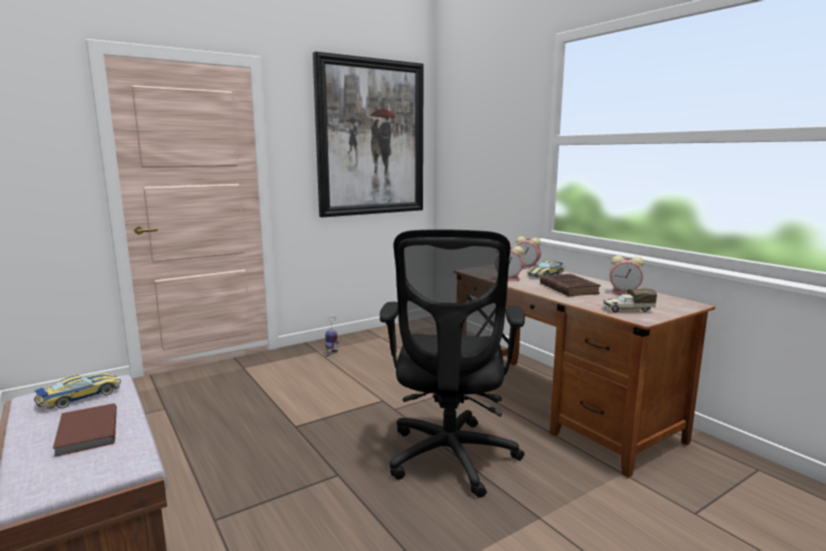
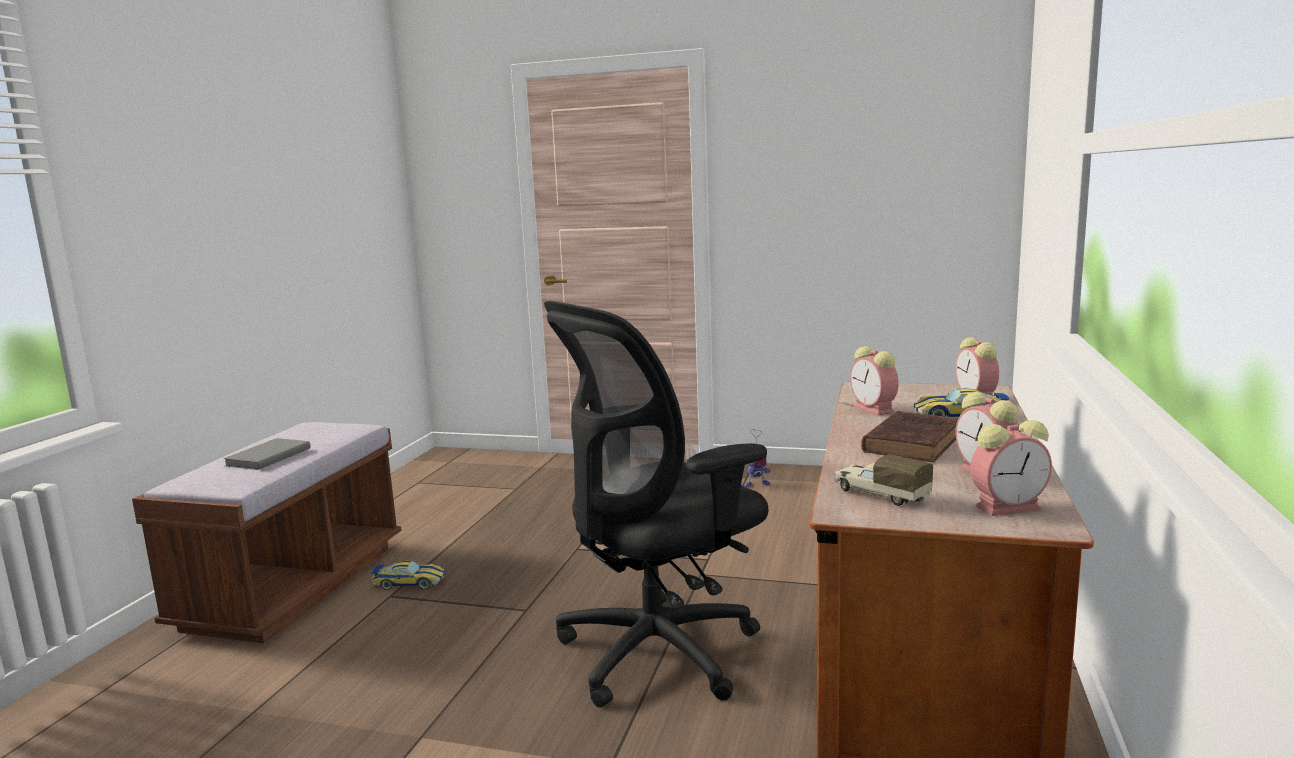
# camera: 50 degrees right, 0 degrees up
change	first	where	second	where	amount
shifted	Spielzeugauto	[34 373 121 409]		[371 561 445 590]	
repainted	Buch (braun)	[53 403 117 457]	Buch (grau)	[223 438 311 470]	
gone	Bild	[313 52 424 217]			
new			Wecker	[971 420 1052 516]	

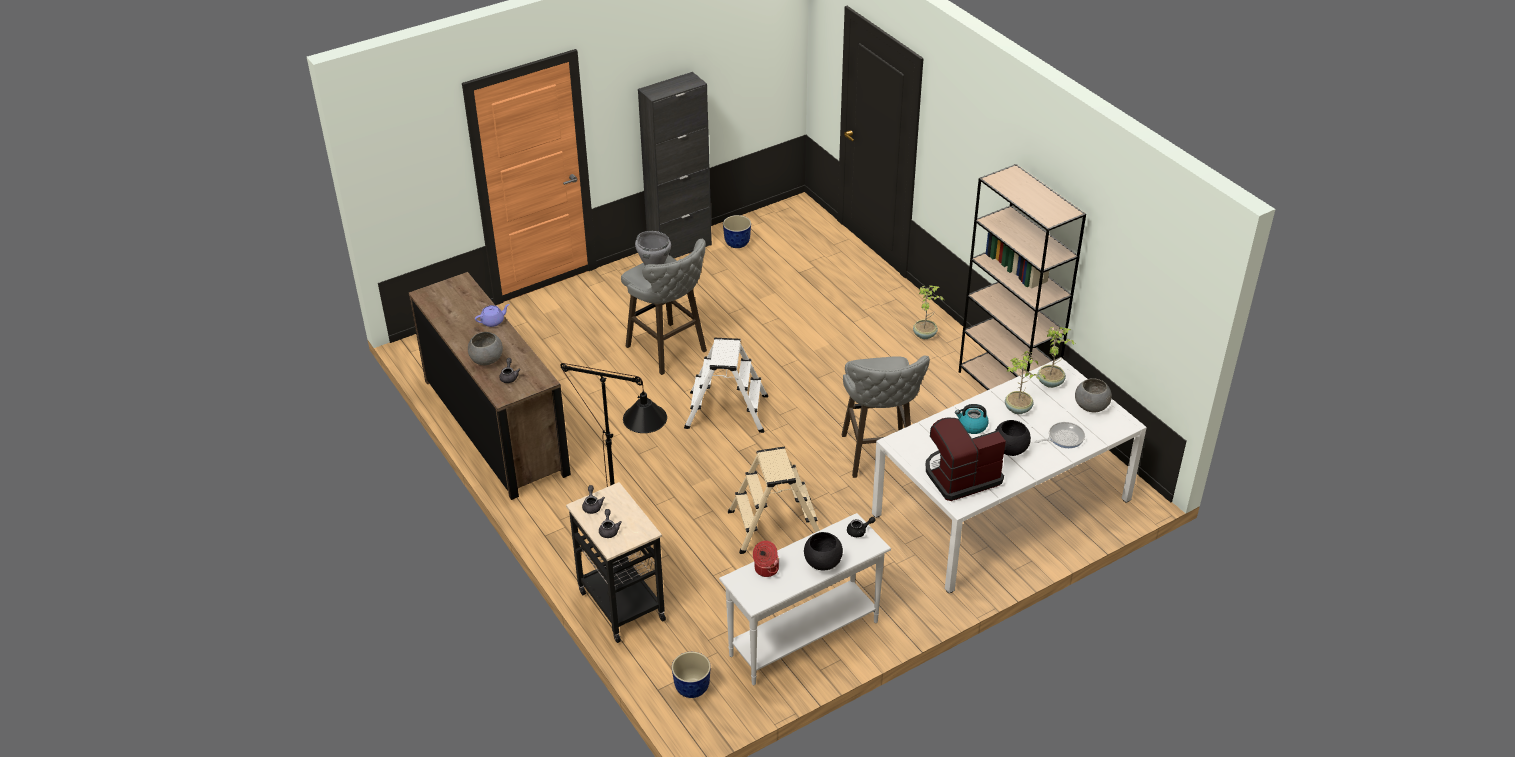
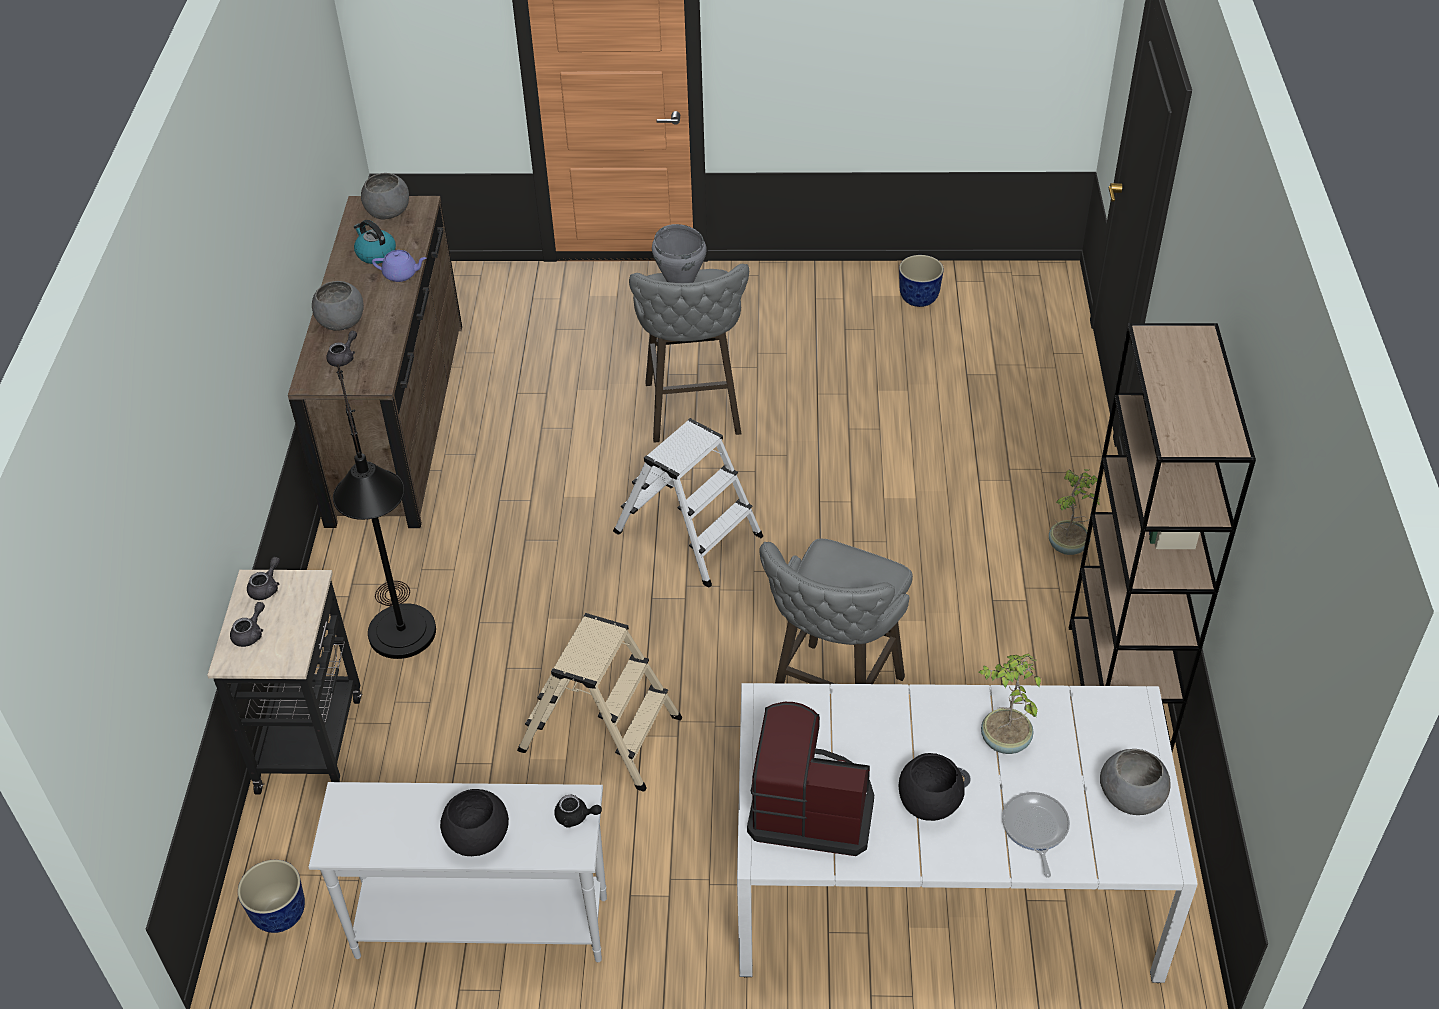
# camera: 35 degrees right, 5 degrees up
change	first	where	second	where	amount
gone	Schrank (schwarz)	[638 72 712 258]			
gone	Kochtopf	[753 540 779 577]			
shifted	Wasserkessel	[955 404 989 434]		[354 220 396 264]	
rotated	Pfanne	[1035 422 1085 448]		[1002 792 1070 878]	105 degrees counterclockwise
gone	Topfpflanze	[1038 327 1076 388]			
new			Schüssel (grau)	[361 173 409 219]	

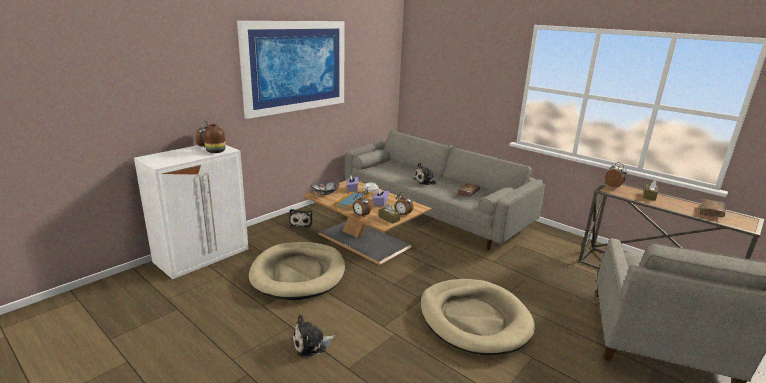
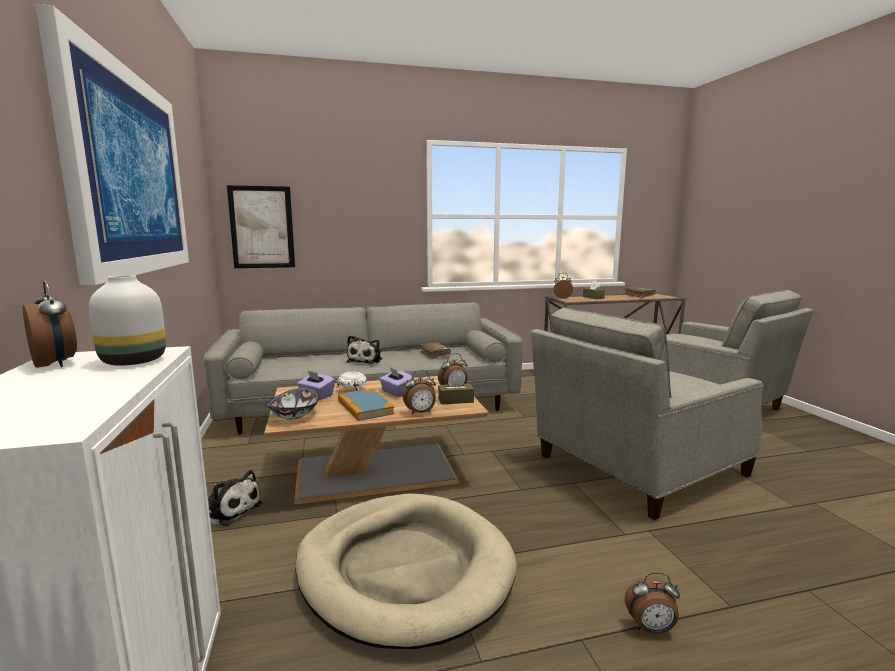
# camera: 55 degrees left, 10 degrees down
change	first	where	second	where	amount
repainted	Vase (braun)	[204 124 226 153]	Vase (weiß)	[89 275 166 366]	
swapped	Plüschtier	[292 315 335 357]	Wecker	[625 572 680 634]	
swapped	Hundebett (beige)	[420 279 535 355]	Sessel (grau)	[531 307 764 520]	
new			Bild	[227 185 295 268]	

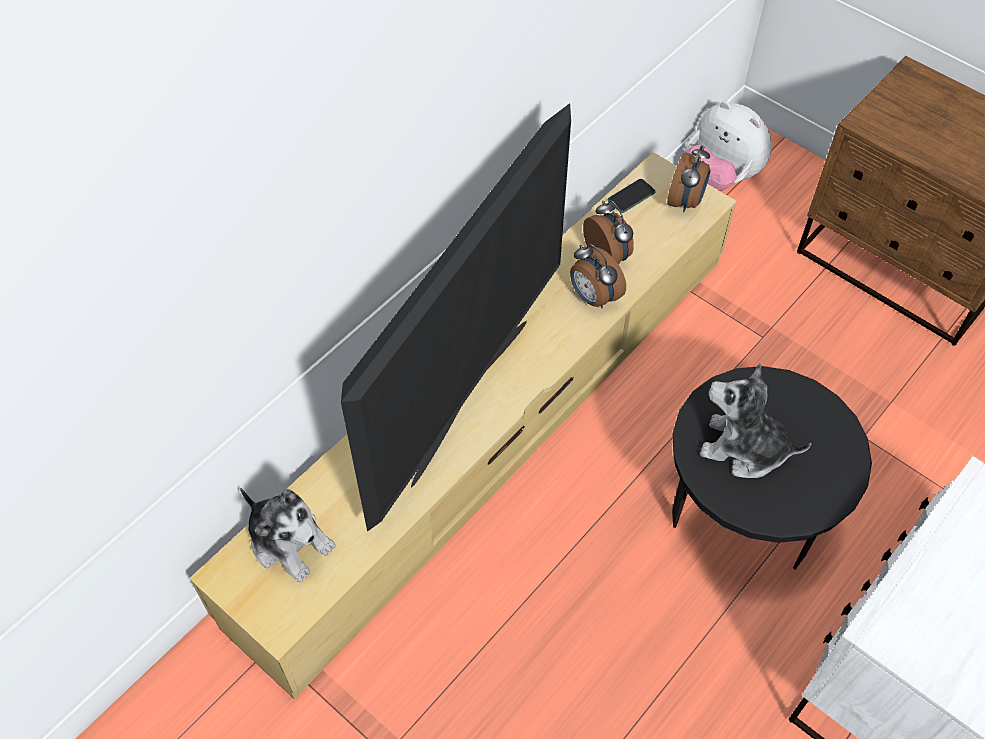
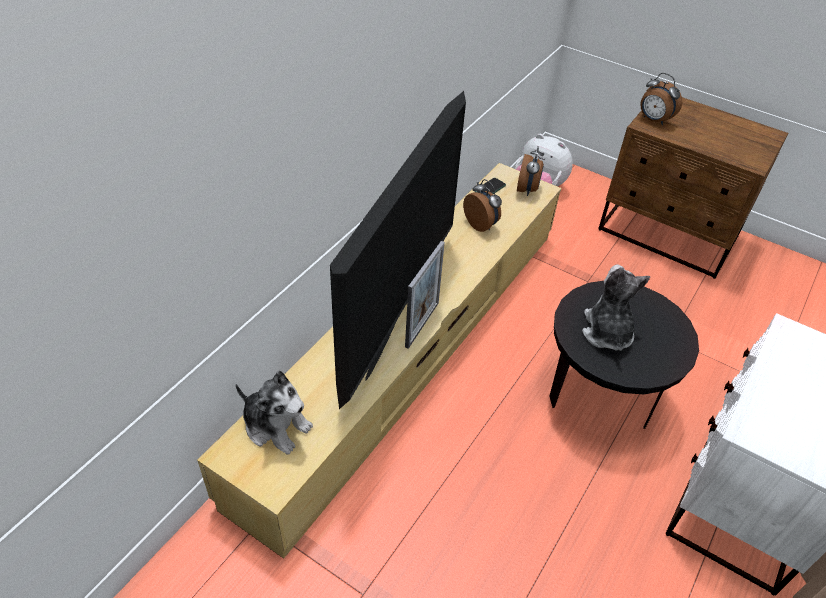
# camera: 10 degrees left, 10 degrees down
change	first	where	second	where	amount
shifted	Wecker	[570 244 626 308]		[640 73 682 125]	
rotated	Plüschtier	[700 363 812 478]		[582 264 651 351]	75 degrees clockwise
new			Bilderrahmen	[405 241 445 349]	

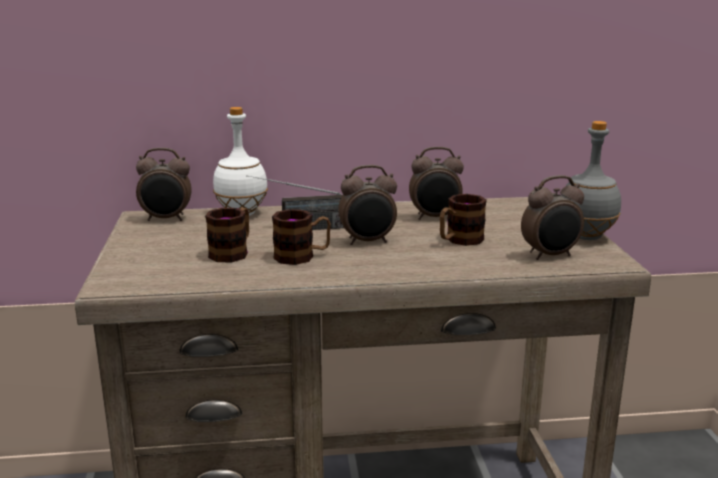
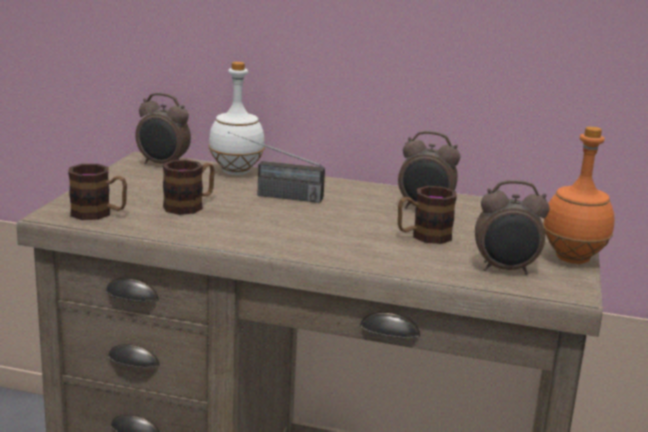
# camera: 20 degrees right, 0 degrees up
change	first	where	second	where	amount
shifted	Henkelbecher	[272 209 331 265]		[68 164 127 220]	
gone	Wecker	[338 165 397 245]			
repainted	Flasche (grau)	[562 121 621 240]	Flasche (orange)	[543 126 614 264]	

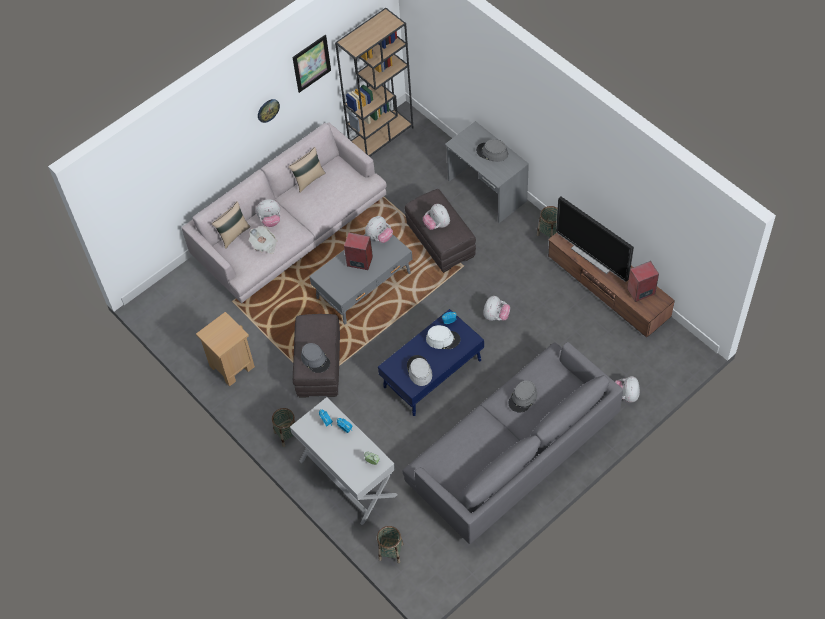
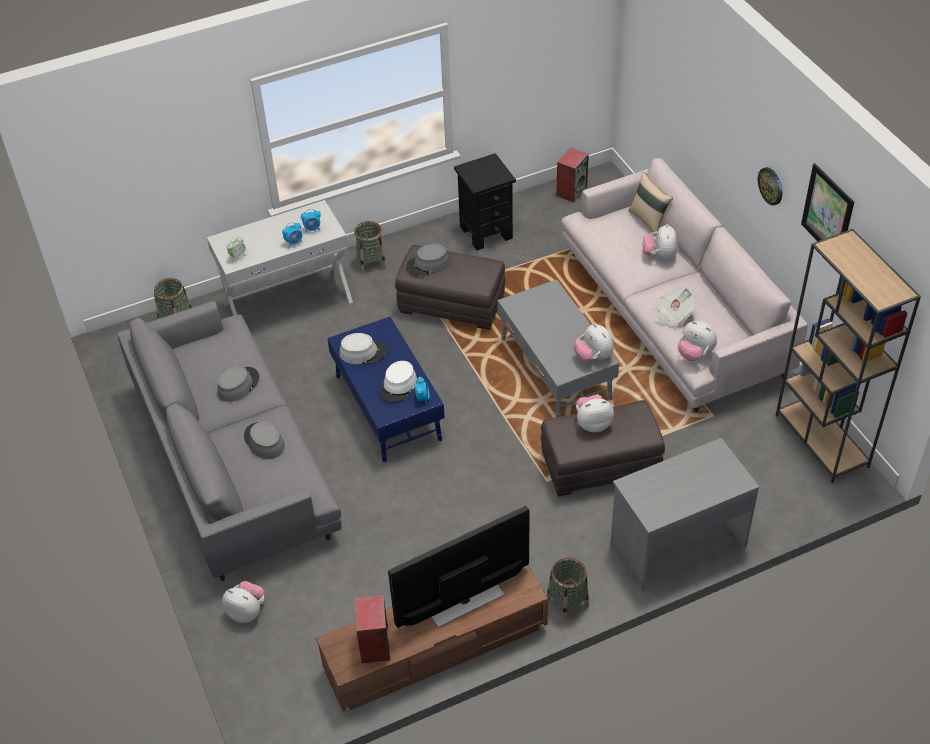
# camera: 105 degrees right, 10 degrees down
change	first	where	second	where	amount
repainted	Nachttisch (beige)	[196 312 255 386]	Nachttisch (schwarz)	[454 153 516 250]	
shifted	Zeitung	[249 226 278 254]		[655 288 696 327]	
gone	Kissen (beige)	[288 147 326 193]			
shifted	Lautsprecher	[344 232 373 270]		[556 147 589 202]	
shifted	Hut (grau)	[476 139 508 162]		[217 366 259 402]	
shifted	Plüschtier	[483 296 510 321]		[678 321 717 361]	

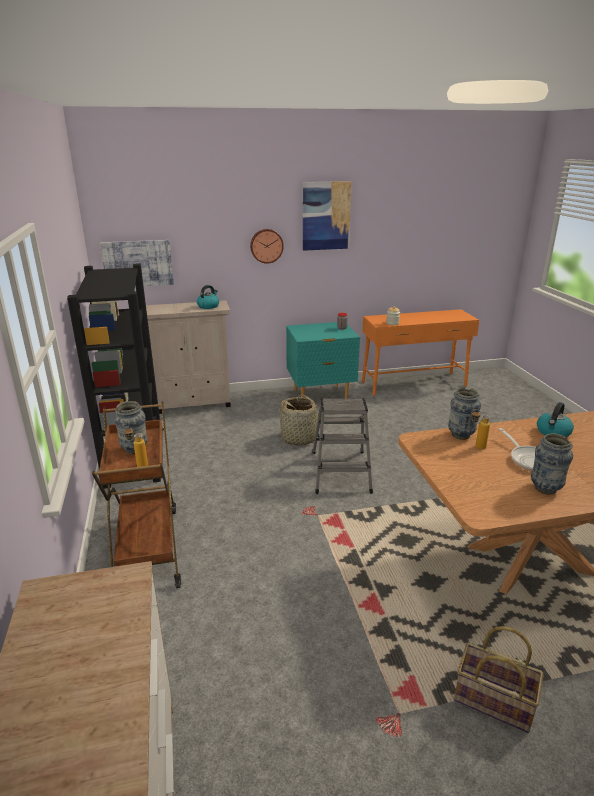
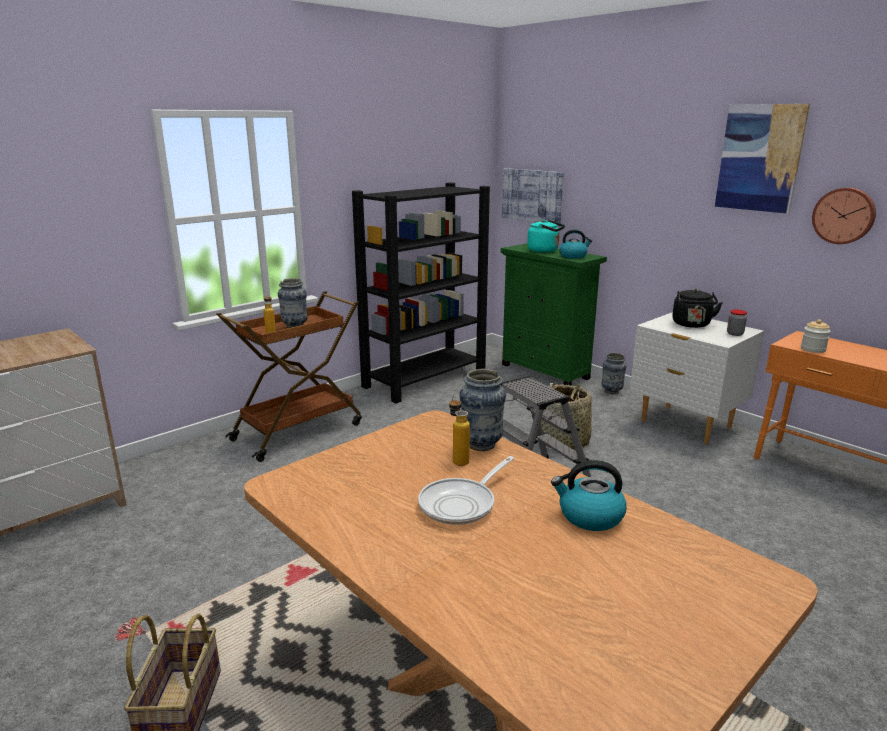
# camera: 60 degrees right, 5 degrees down
change	first	where	second	where	amount
repainted	Schrank (beige)	[146 300 231 414]	Schrank (grün)	[501 243 607 386]	
shifted	Wanduhr	[250 229 284 264]		[812 187 876 244]	
repainted	Nachttisch (türkis)	[286 322 360 399]	Nachttisch (weiß)	[630 312 764 444]	
shifted	Vase	[531 434 573 495]		[602 353 627 394]	
new			Wasserkessel (türkis)	[527 220 565 253]	
new			Wasserkessel (schwarz)	[672 289 723 328]	

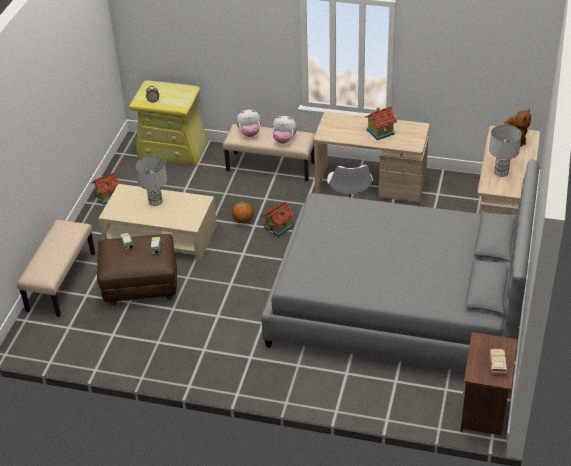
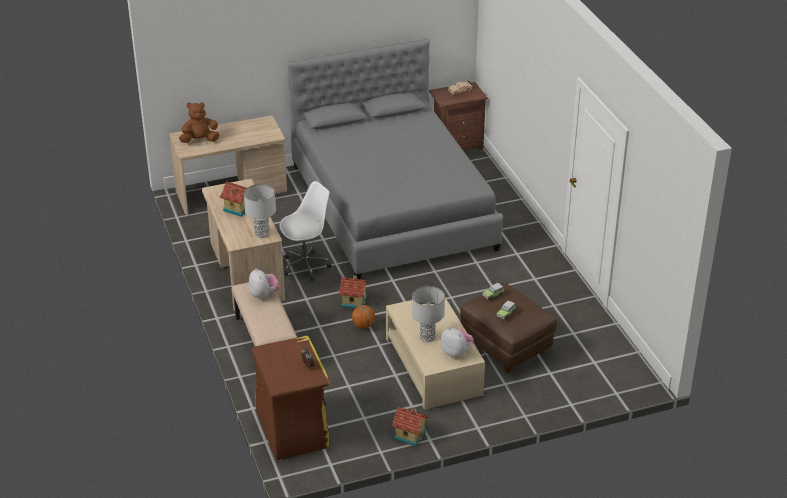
# camera: 125 degrees left, 5 degrees down
change	first	where	second	where	amount
gone	Bank (beige)	[17 220 95 317]			
repainted	Nachttisch (gelb)	[129 80 208 165]	Nachttisch (braun)	[252 336 330 460]	
shifted	Plüschtier	[236 110 261 137]		[440 327 474 358]	
shifted	Tischlampe (weiß)	[489 125 522 177]		[244 184 276 238]	

